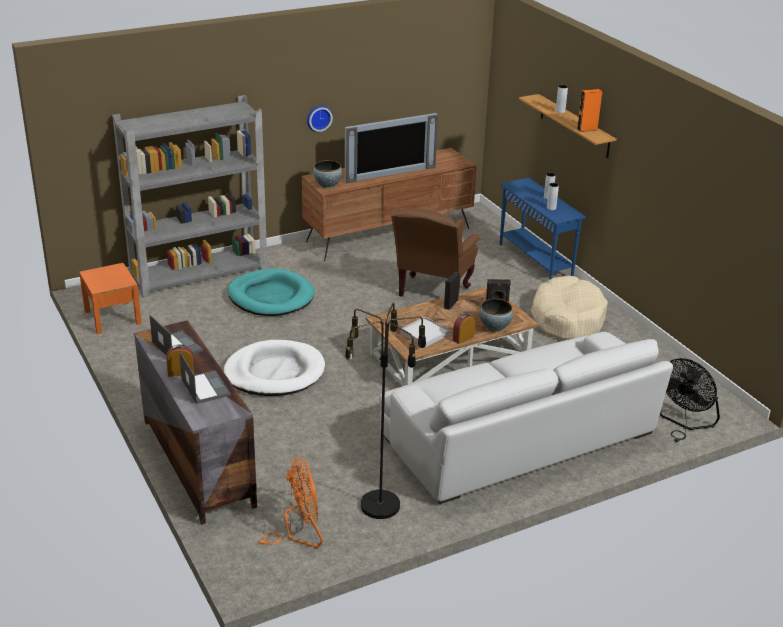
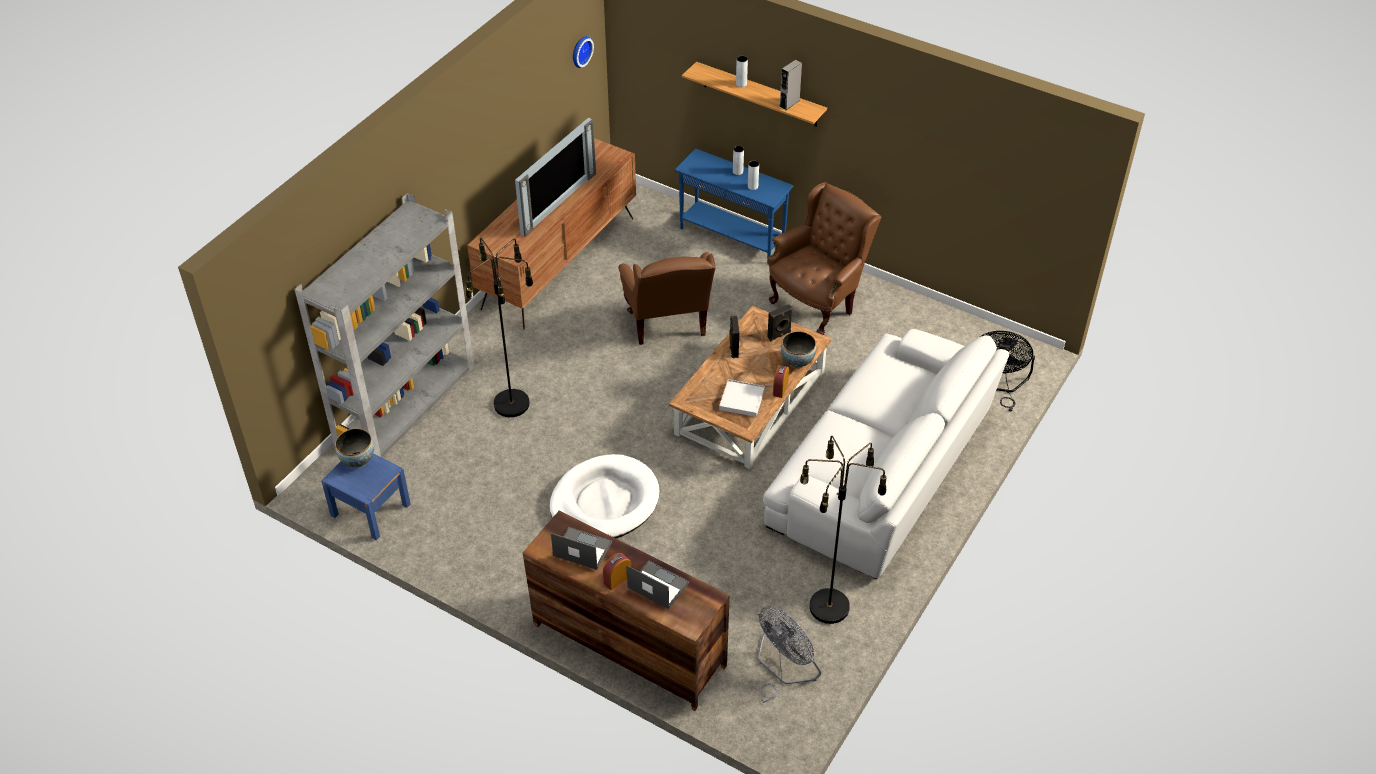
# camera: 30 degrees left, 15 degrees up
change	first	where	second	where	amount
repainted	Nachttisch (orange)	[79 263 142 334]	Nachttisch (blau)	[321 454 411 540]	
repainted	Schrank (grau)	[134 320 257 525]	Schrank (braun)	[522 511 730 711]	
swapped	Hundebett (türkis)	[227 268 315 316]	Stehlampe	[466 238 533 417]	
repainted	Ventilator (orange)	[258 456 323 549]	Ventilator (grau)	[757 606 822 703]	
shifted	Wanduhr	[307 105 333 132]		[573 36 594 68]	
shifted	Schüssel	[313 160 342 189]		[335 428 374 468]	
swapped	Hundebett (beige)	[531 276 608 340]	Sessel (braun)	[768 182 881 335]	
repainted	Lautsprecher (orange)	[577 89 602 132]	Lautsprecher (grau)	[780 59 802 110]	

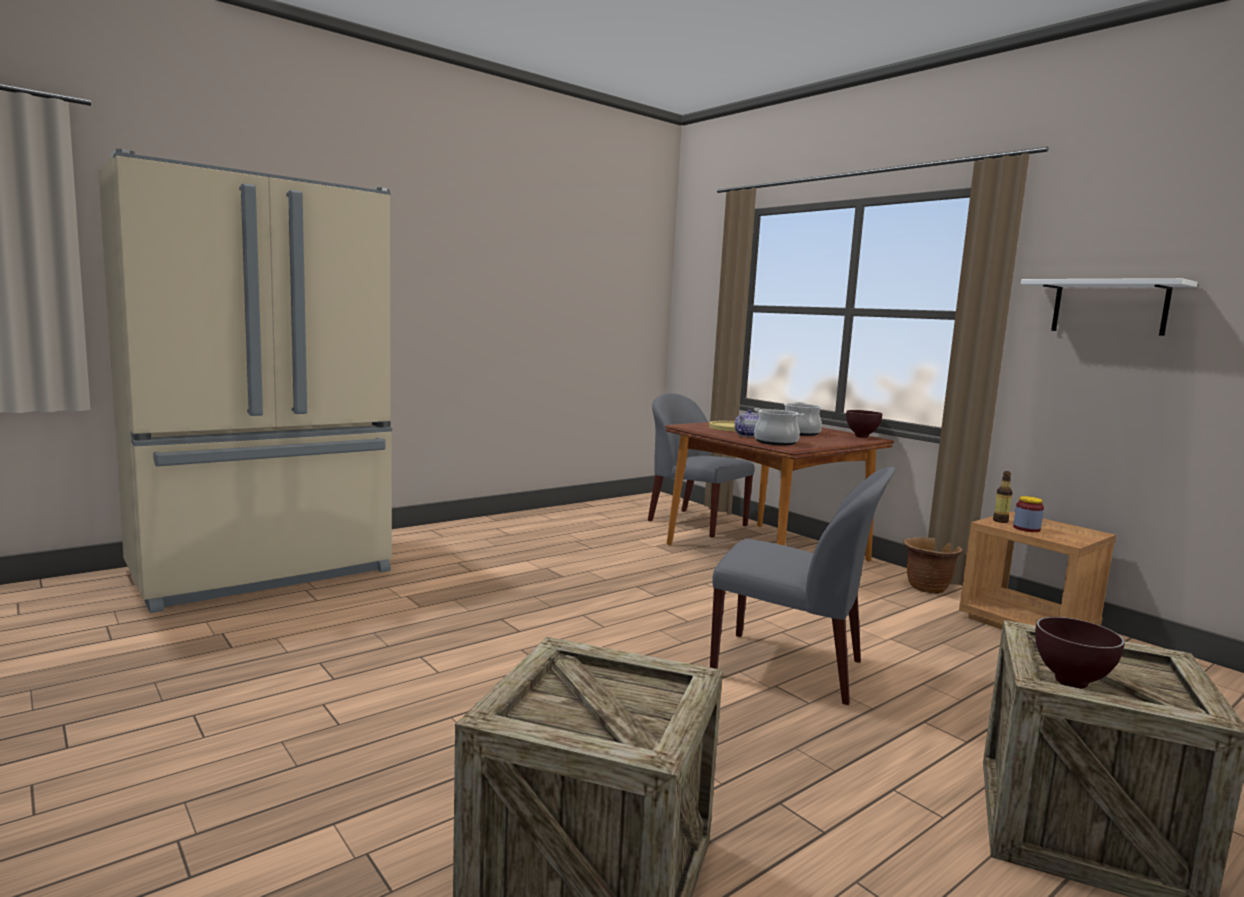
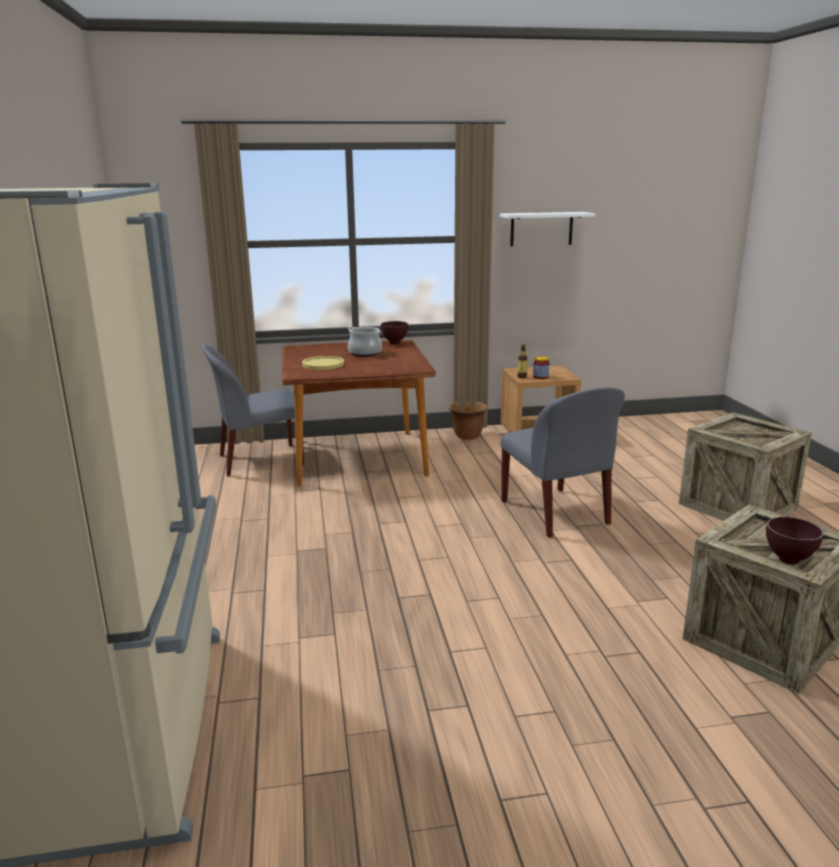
# camera: 60 degrees left, 10 degrees up
change	first	where	second	where	amount
rotated	Stuhl (grau)	[710 467 895 705]		[500 387 625 538]	105 degrees clockwise
gone	Teekanne	[734 410 759 437]			
gone	Kochtopf	[754 408 804 446]			
shifted	Schüssel (braun)	[1035 617 1125 689]		[766 517 824 565]	

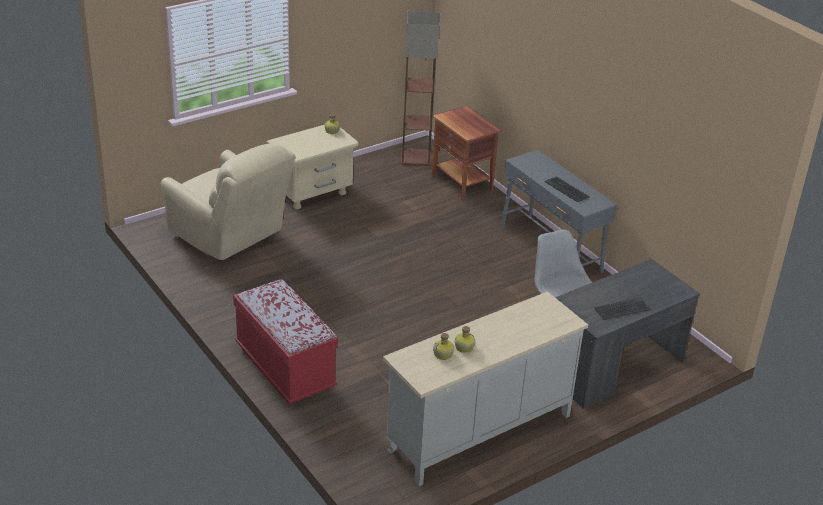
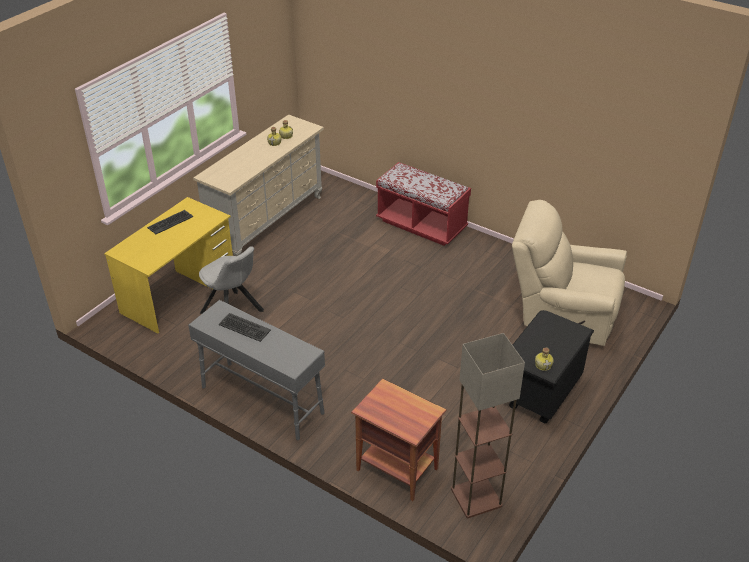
# camera: 160 degrees right, 5 degrees up
change	first	where	second	where	amount
repainted	Nachttisch (beige)	[267 125 358 209]	Nachttisch (schwarz)	[509 310 594 423]	
repainted	Schreibtisch (grau)	[555 259 700 409]	Schreibtisch (gelb)	[104 197 233 333]	

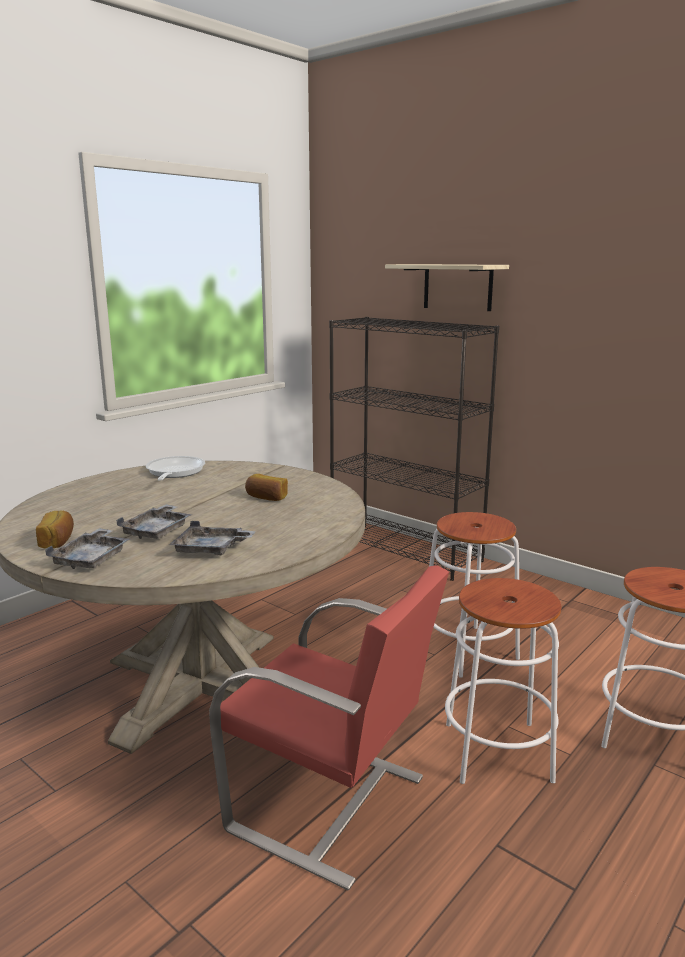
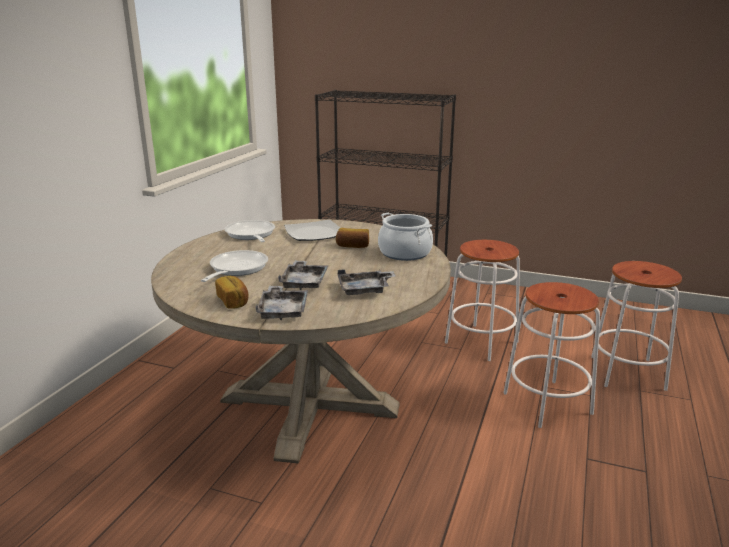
# camera: 20 degrees left, 5 degrees up
change	first	where	second	where	amount
gone	Stuhl (rot)	[209 565 449 890]			
gone	Wandregal	[385 264 509 311]			
new			Pfanne	[201 250 268 282]	
new			Teller	[284 220 340 241]	
new			Kochtopf	[378 213 433 261]	

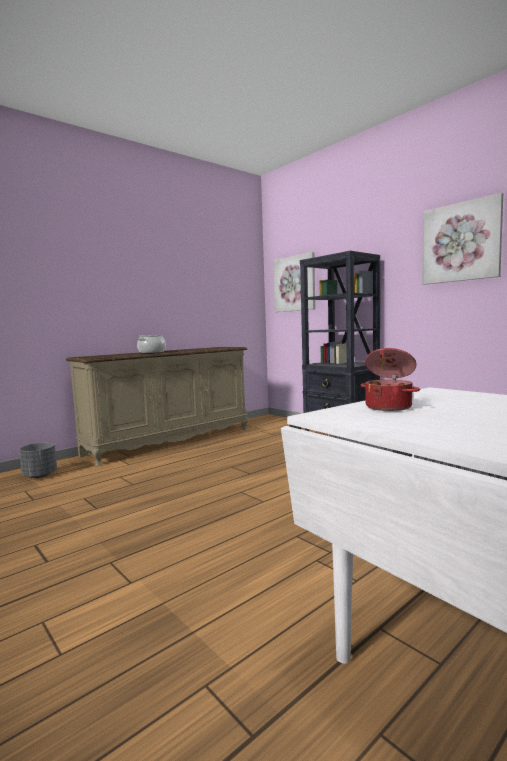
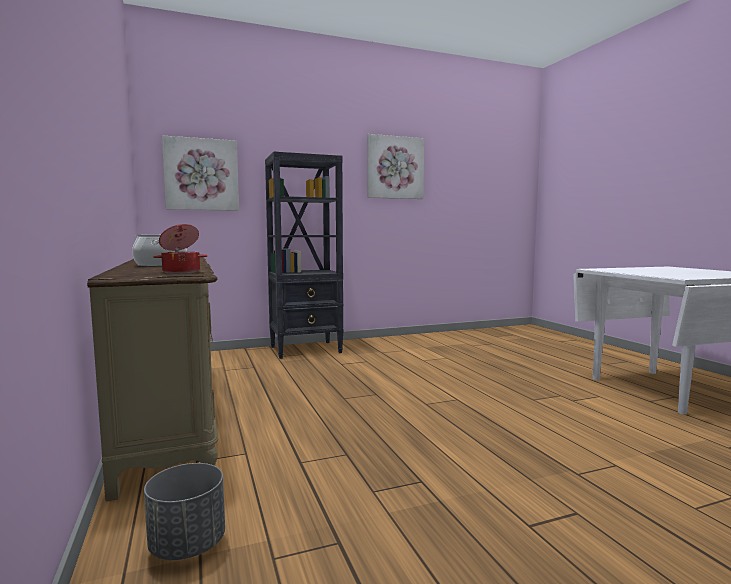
# camera: 70 degrees left, 0 degrees up
change	first	where	second	where	amount
shifted	Kochtopf	[360 348 420 411]		[153 224 207 274]	

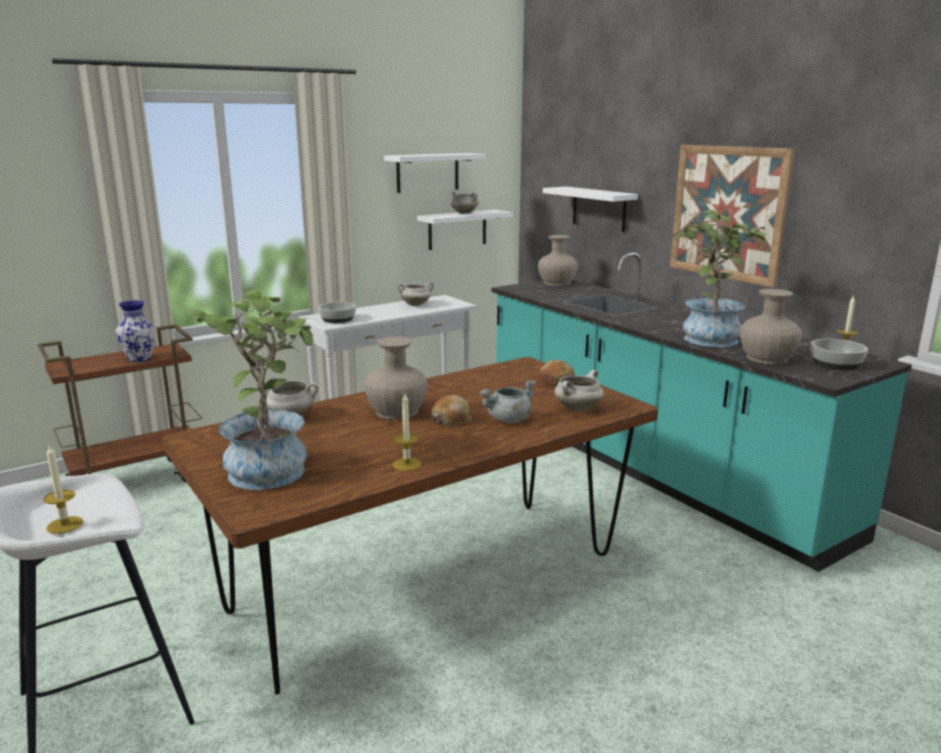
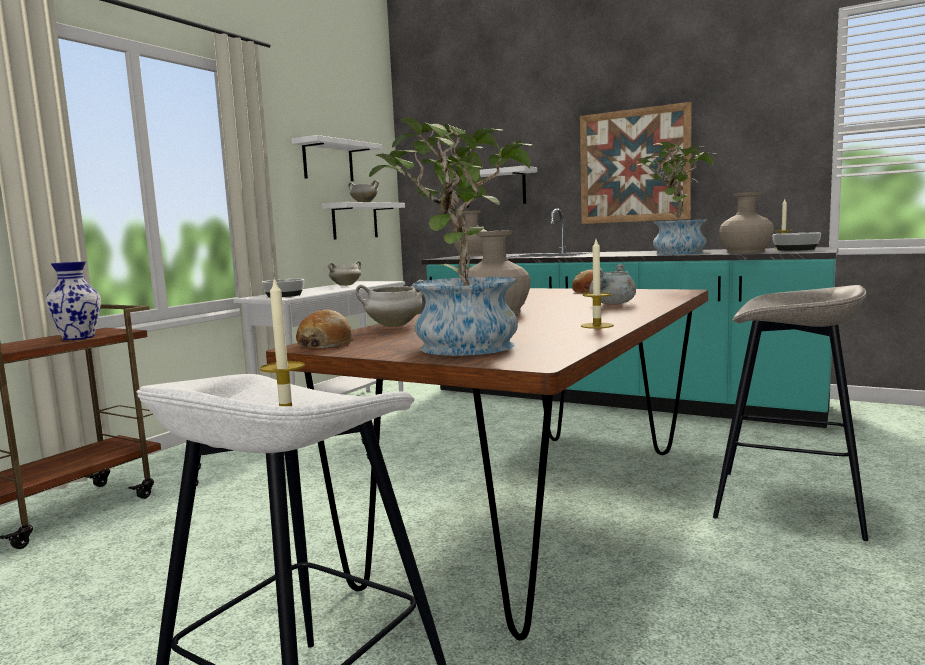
# camera: 25 degrees left, 10 degrees down
change	first	where	second	where	amount
shifted	Brot	[431 395 472 426]		[296 309 353 348]	
gone	Kochtopf (weiß)	[554 370 604 412]			
new			Hocker (grau)	[713 285 868 541]	

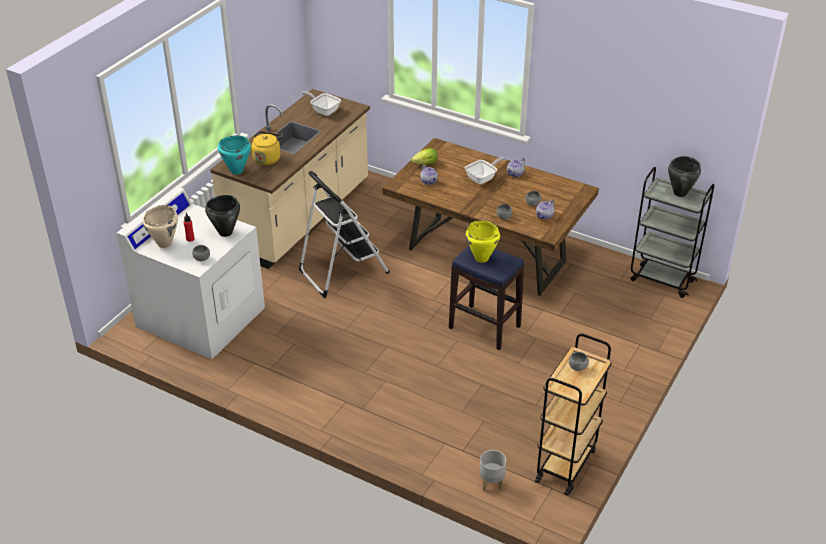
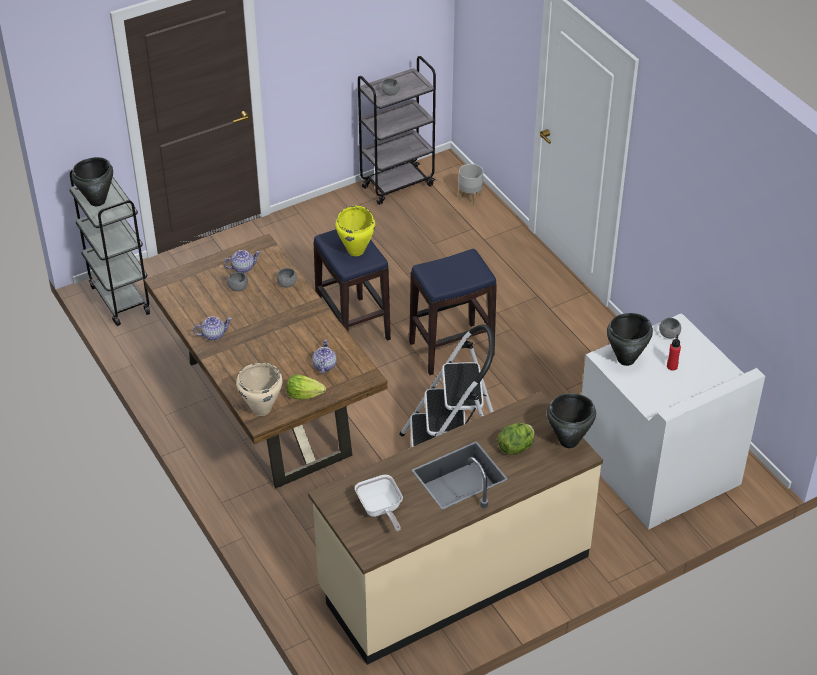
# camera: 150 degrees left, 5 degrees up
change	first	where	second	where	amount
shifted	Kochtopf (beige)	[143 205 178 248]		[236 363 283 416]	
repainted	Kochtopf (türkis)	[218 135 251 175]	Kochtopf (schwarz)	[547 393 596 448]	
swapped	Wasserkessel (gelb)	[250 131 283 165]	Salatkopf	[498 423 535 455]	
gone	Pfanne	[465 157 506 185]			
repainted	Rollwagen (braun)	[535 334 612 496]	Rollwagen (grau)	[358 56 436 205]	
new			Hocker	[409 249 497 375]	

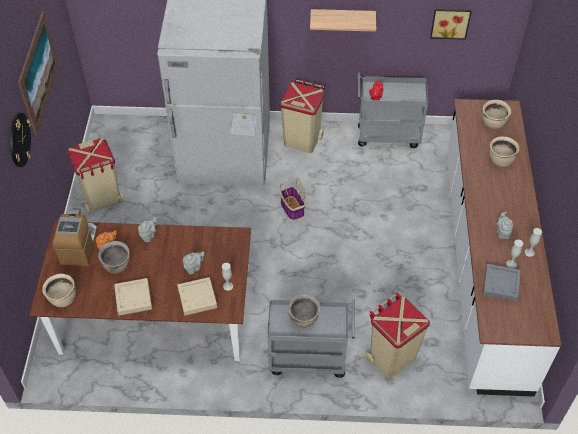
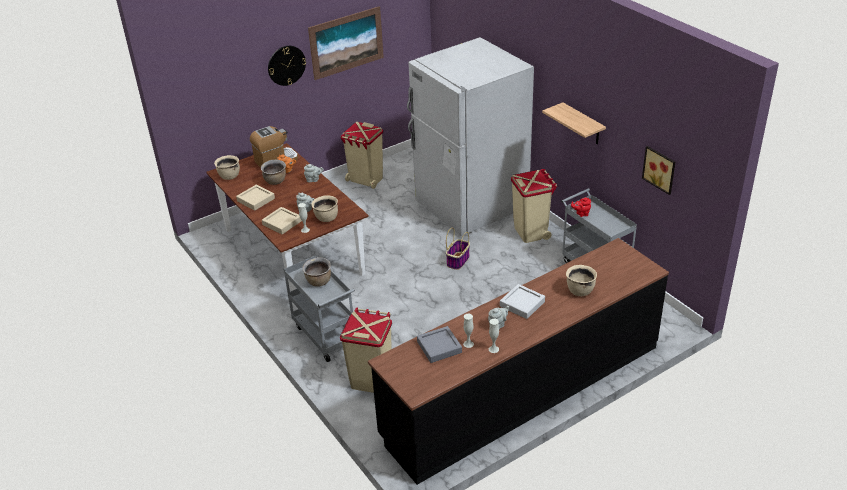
# camera: 55 degrees right, 15 degrees down
change	first	where	second	where	amount
repainted	Küchenzeile (weiß)	[447 99 561 397]	Küchenzeile (schwarz)	[368 238 669 485]	
shifted	Kochtopf (beige)	[482 100 511 129]		[311 195 338 222]	
new			Tablett (grau)	[500 284 545 319]	

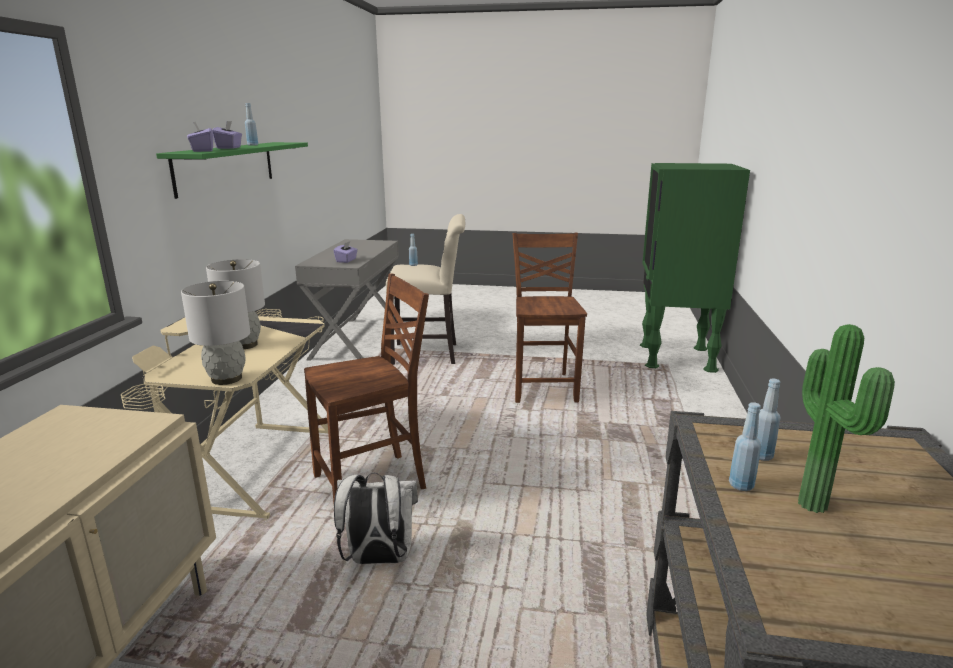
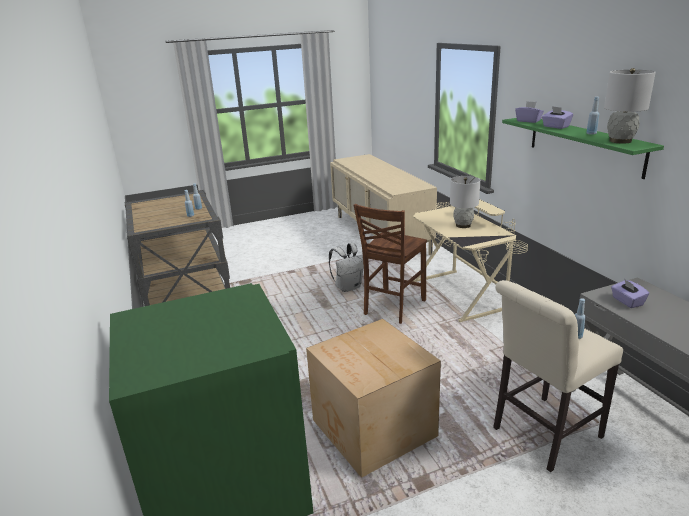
# camera: 150 degrees right, 5 degrees up
change	first	where	second	where	amount
shifted	Tischlampe (weiß)	[181 281 250 385]		[604 68 656 144]	
swapped	Stuhl (braun)	[512 233 587 403]	Karton	[306 319 441 478]	
gone	Topfpflanze	[798 324 895 513]			

